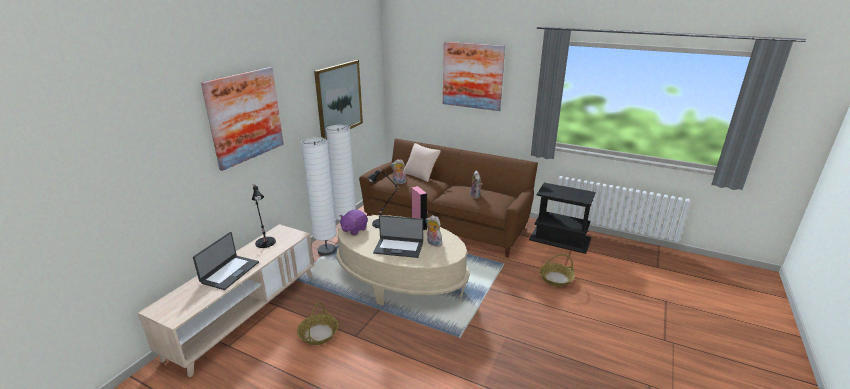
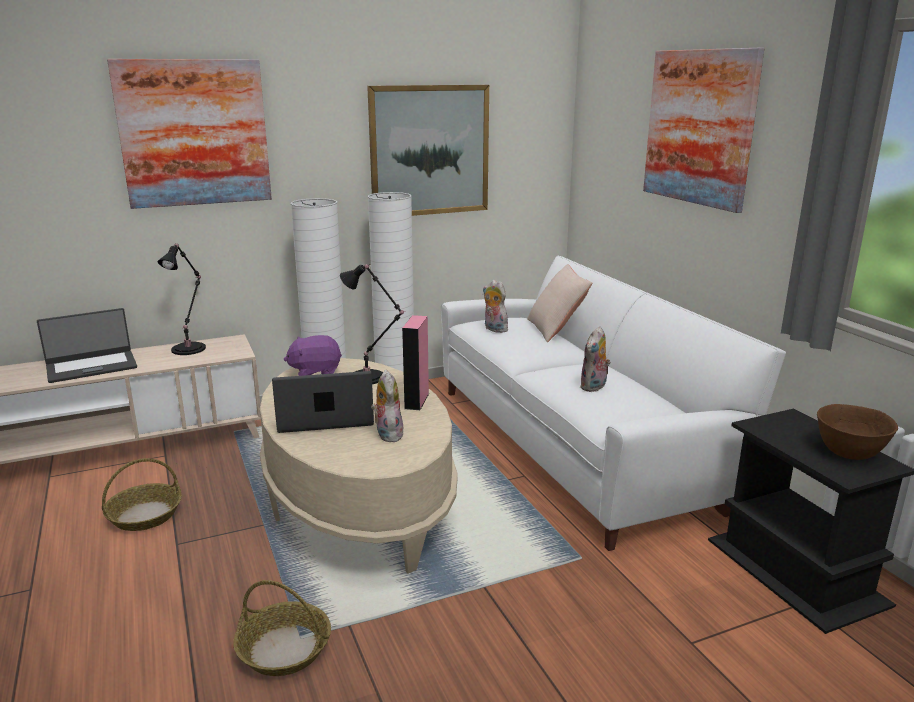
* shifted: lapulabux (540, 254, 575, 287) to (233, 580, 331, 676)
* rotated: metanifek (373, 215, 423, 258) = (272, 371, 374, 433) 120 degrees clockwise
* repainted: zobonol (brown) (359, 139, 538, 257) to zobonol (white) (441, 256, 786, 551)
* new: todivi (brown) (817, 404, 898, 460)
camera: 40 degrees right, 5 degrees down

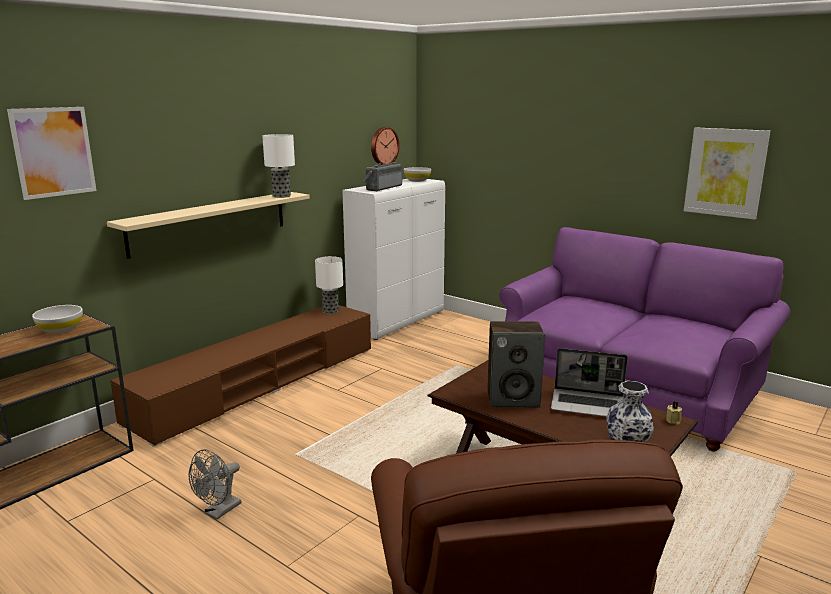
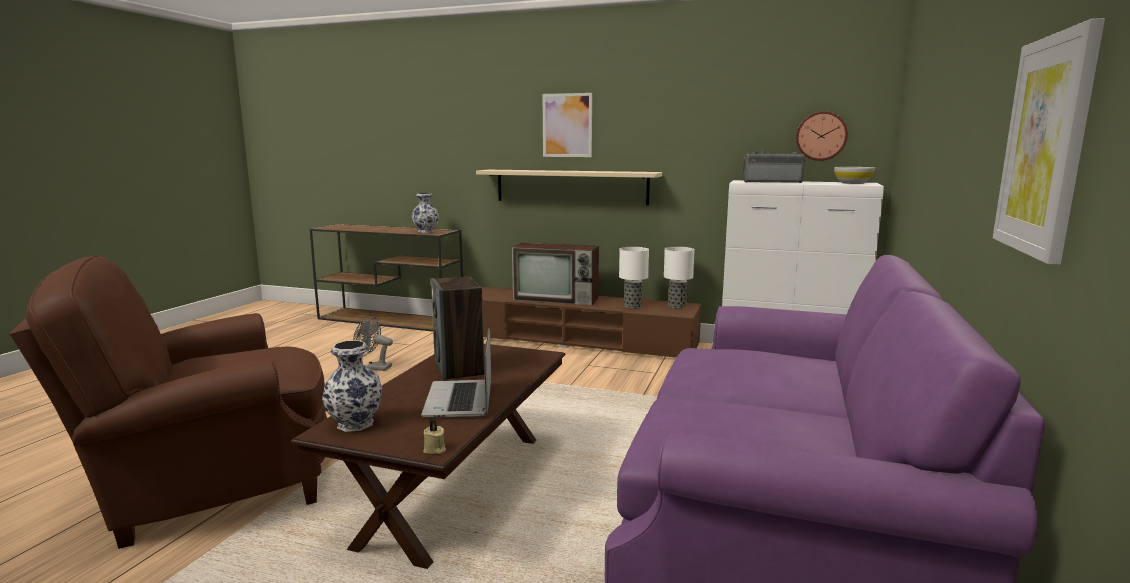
* swapped: todivi (white) (32, 305, 83, 334) to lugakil (412, 193, 439, 233)
* new: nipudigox (512, 243, 599, 306)
* shifted: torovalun (7, 107, 97, 200) to (543, 93, 592, 157)
* shifted: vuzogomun (262, 134, 295, 198) to (619, 247, 649, 309)
camera: 70 degrees right, 5 degrees down

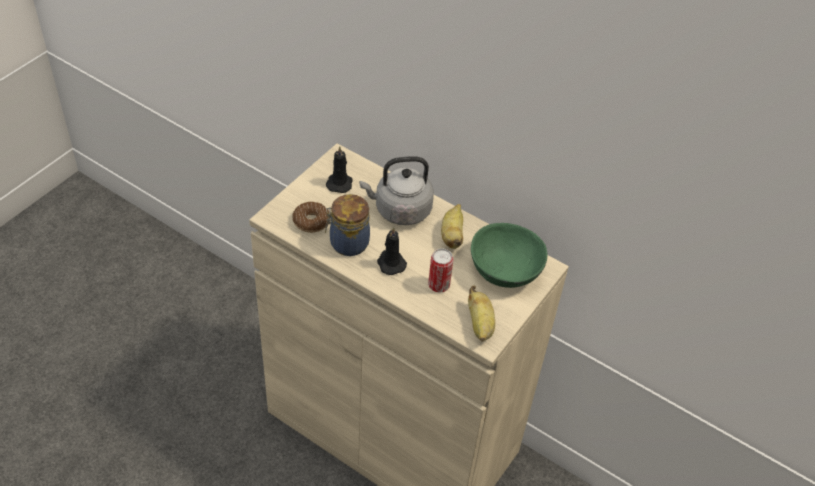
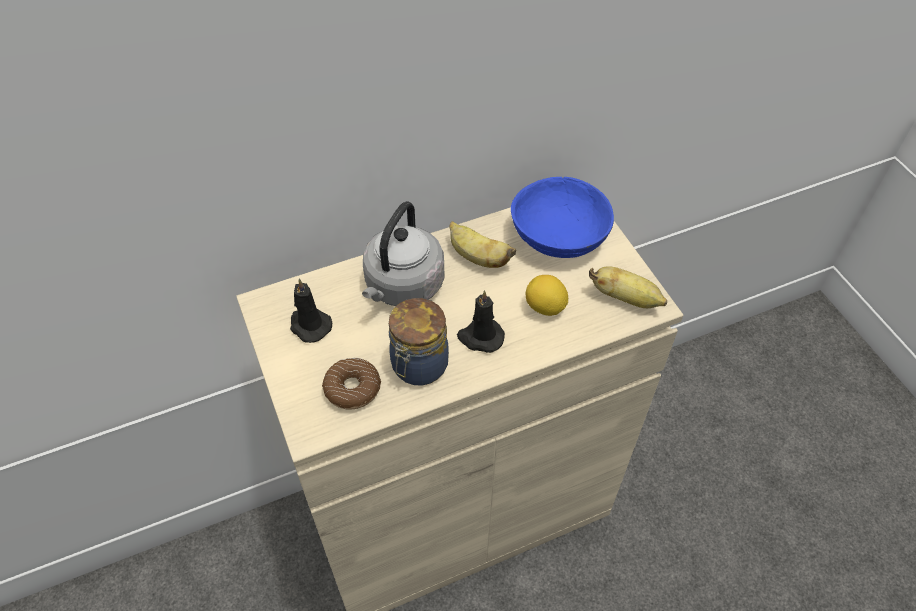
* repainted: todivi (green) (471, 223, 548, 288) to todivi (blue) (511, 177, 614, 258)
* swapped: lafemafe (428, 249, 453, 292) to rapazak (526, 275, 568, 316)
camera: 55 degrees left, 5 degrees up

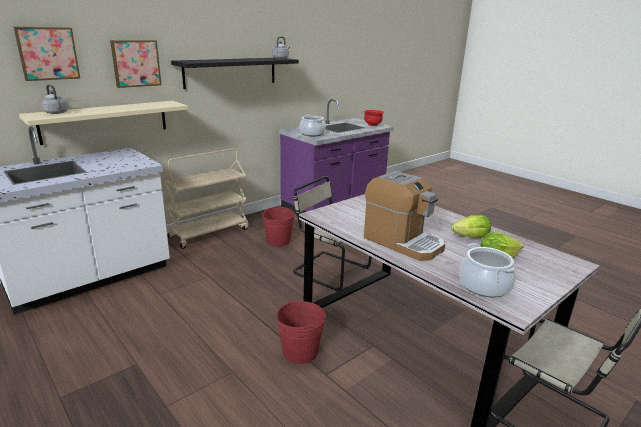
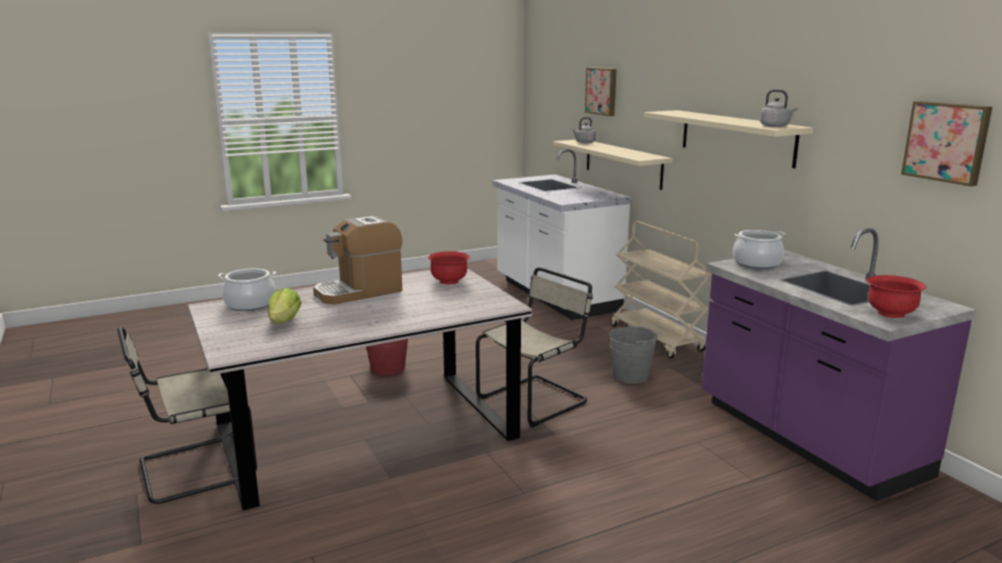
* new: todivi (red) (428, 251, 470, 285)
* repainted: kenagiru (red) (262, 207, 295, 246) to kenagiru (grey) (609, 324, 658, 384)
* repainted: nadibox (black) (171, 58, 299, 89) to nadibox (beige) (644, 110, 813, 168)
* shifted: torovalun (110, 40, 161, 88) to (901, 101, 992, 186)
* gone: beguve (451, 215, 491, 238)
camera: 105 degrees right, 5 degrees down

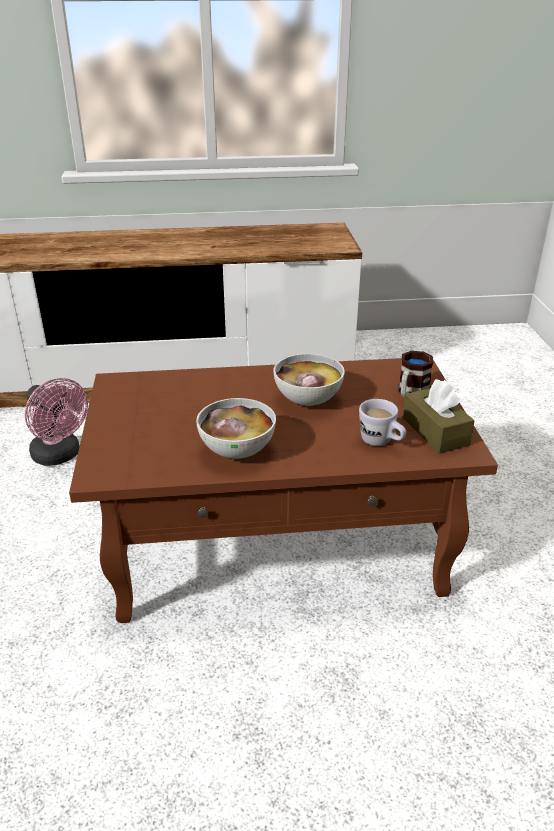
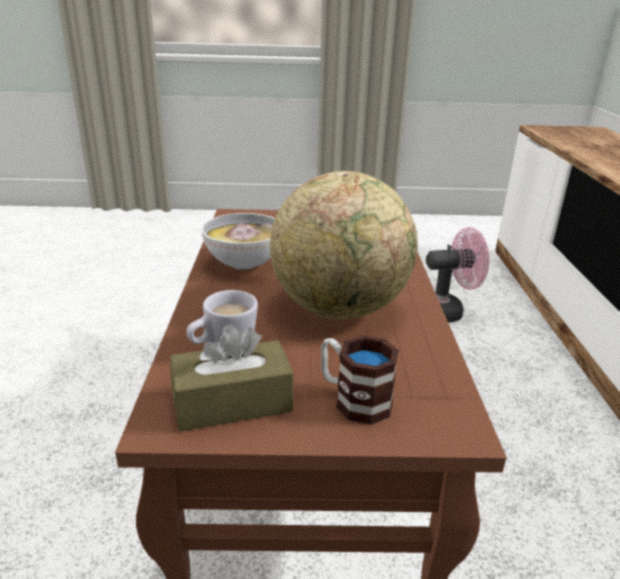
* swapped: todivi (273, 354, 345, 406) to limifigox (270, 171, 418, 319)
* rotated: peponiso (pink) (25, 378, 88, 466) = (426, 227, 489, 323) 150 degrees counterclockwise
camera: 95 degrees right, 5 degrees down

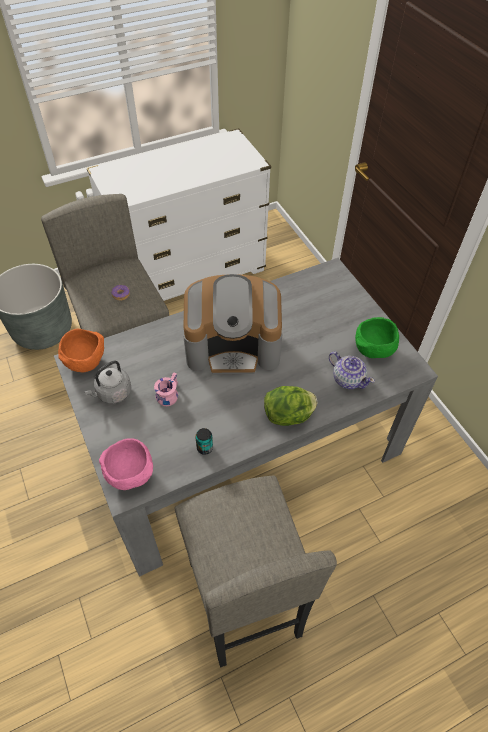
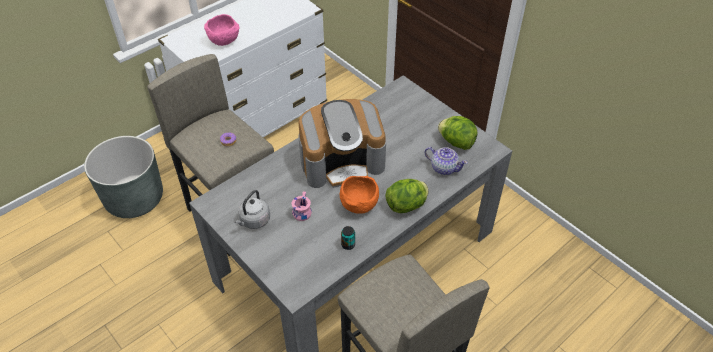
* shifted: todivi (pink) (99, 438, 153, 490) to (204, 14, 239, 46)
* shifted: todivi (orange) (58, 329, 104, 372) to (340, 176, 379, 214)
* swapped: todivi (green) (355, 317, 399, 358) to beguve (438, 116, 478, 150)
camera: 15 degrees left, 5 degrees down

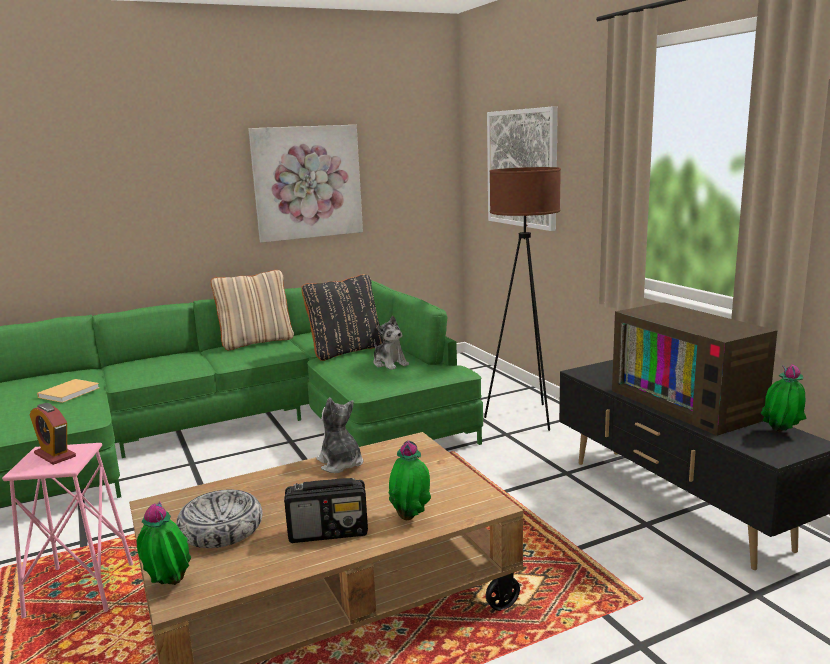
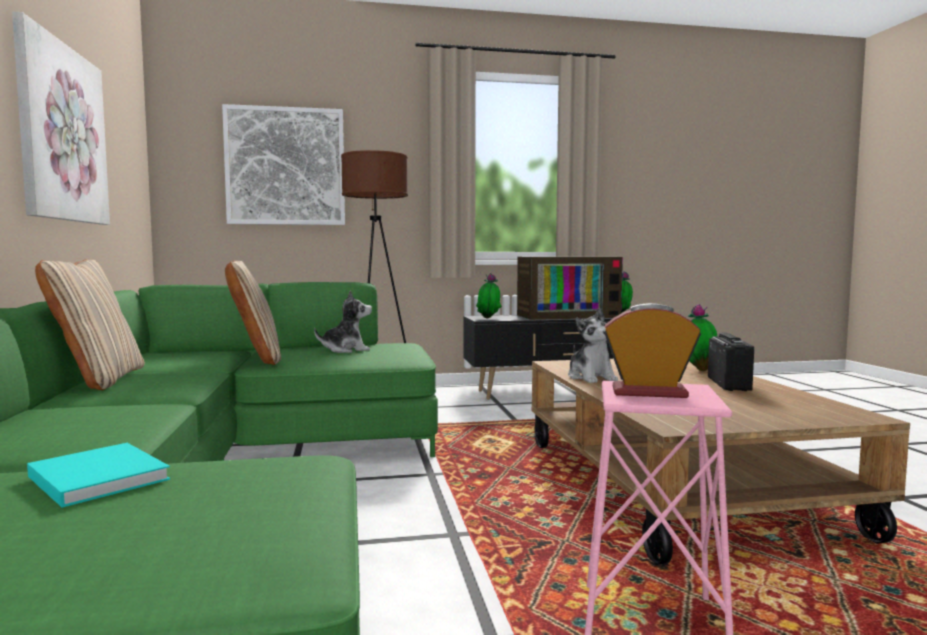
* repainted: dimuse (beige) (37, 379, 100, 403) to dimuse (turquoise) (27, 443, 170, 507)
* repainted: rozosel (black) (301, 274, 384, 361) to rozosel (beige) (225, 261, 281, 365)
* shifted: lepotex (137, 501, 191, 585) to (476, 273, 502, 318)
* rotated: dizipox (316, 398, 363, 473) = (568, 308, 618, 383) 90 degrees counterclockwise
* rotated: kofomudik (29, 403, 76, 465) = (604, 303, 701, 398) 135 degrees counterclockwise
* gone: todivi (176, 490, 262, 548)
camera: 75 degrees left, 10 degrees down

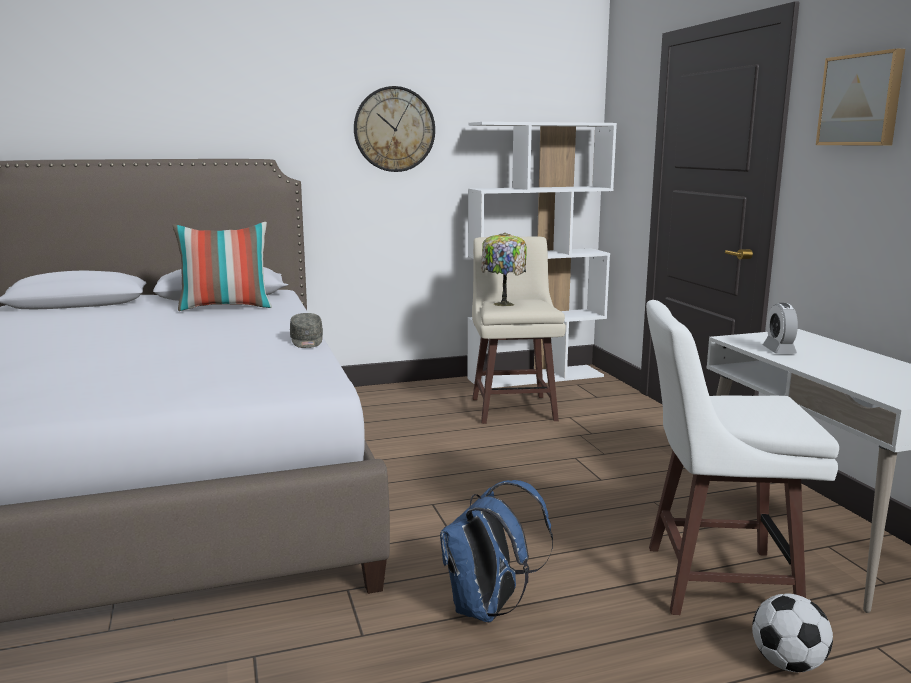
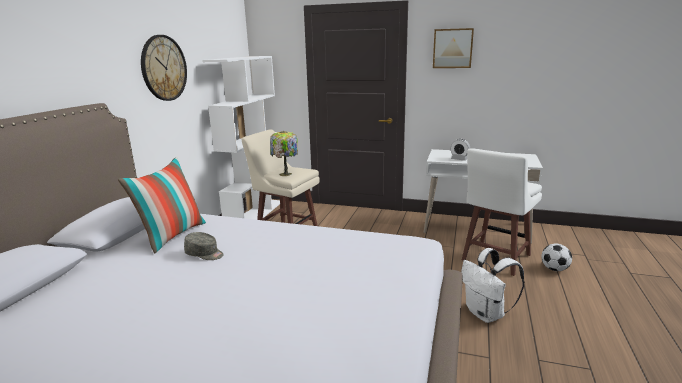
* shifted: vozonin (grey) (290, 313, 323, 348) to (184, 232, 224, 260)
* repainted: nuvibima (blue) (440, 480, 553, 623) to nuvibima (white) (461, 248, 524, 323)
camera: 55 degrees left, 5 degrees up

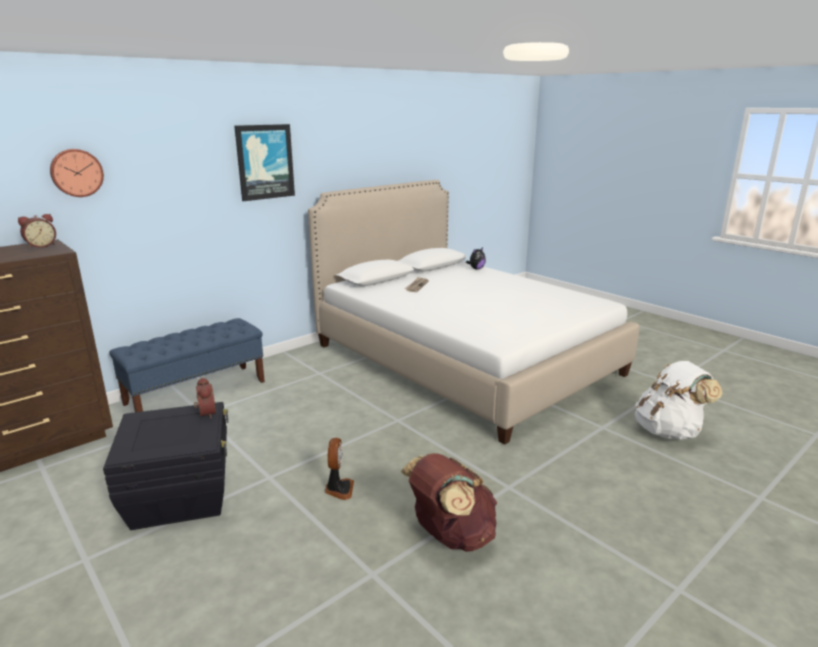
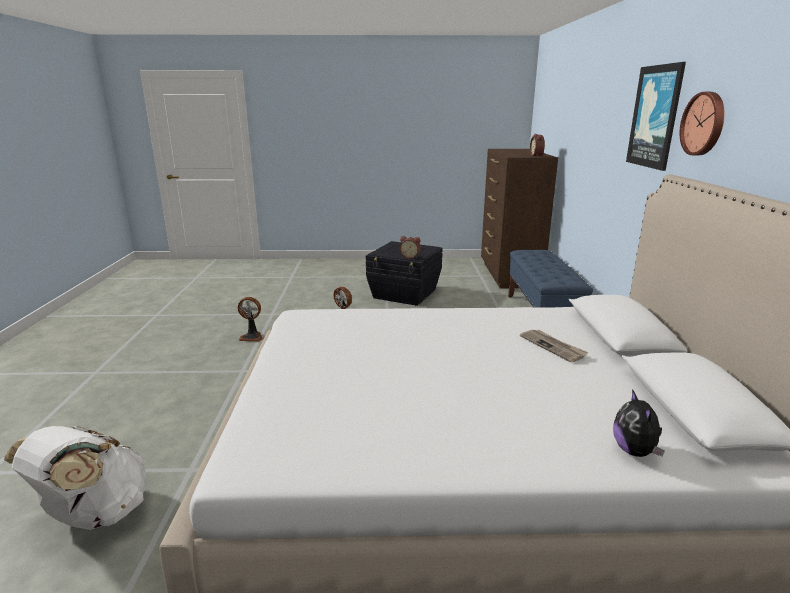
* swapped: nuvibima (brown) (400, 453, 497, 552) to peponiso (238, 297, 262, 341)
* shifted: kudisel (50, 149, 104, 197) to (680, 92, 724, 155)
camera: 130 degrees right, 0 degrees up

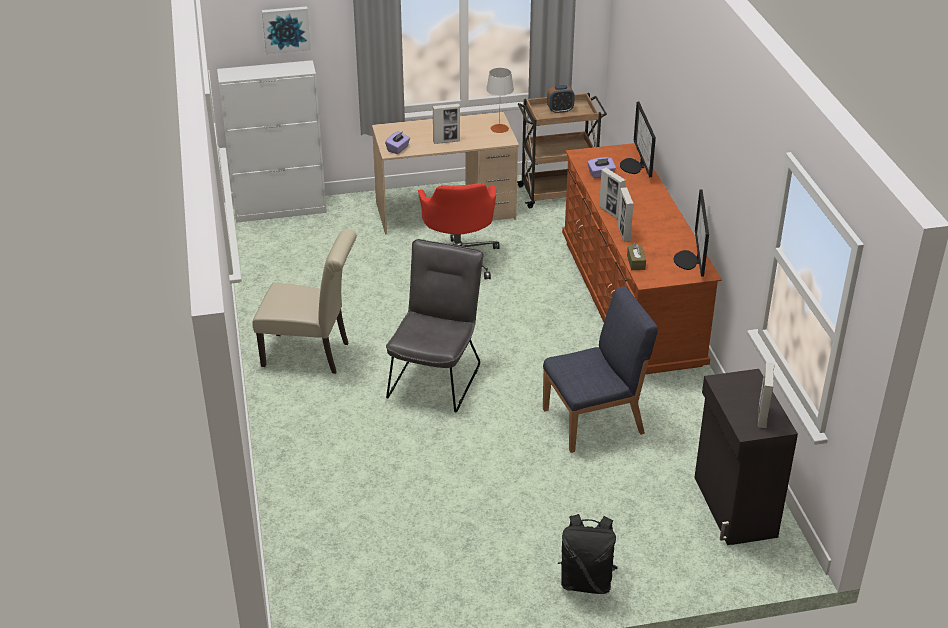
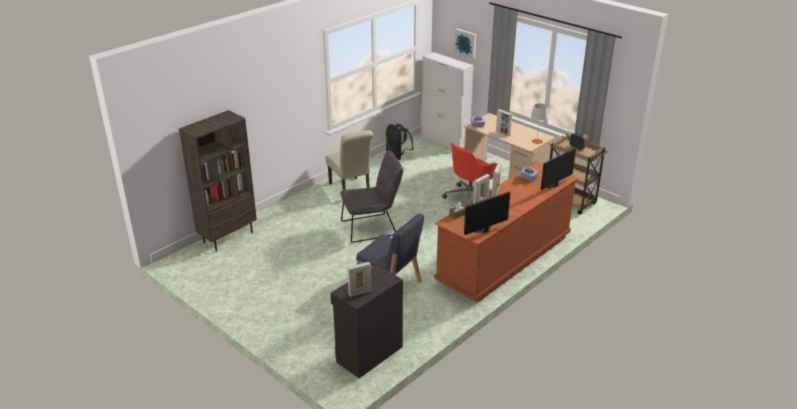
* new: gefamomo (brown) (179, 110, 257, 251)
* shifted: nuvibima (black) (558, 514, 618, 594) to (386, 124, 414, 160)
camera: 55 degrees right, 5 degrees down

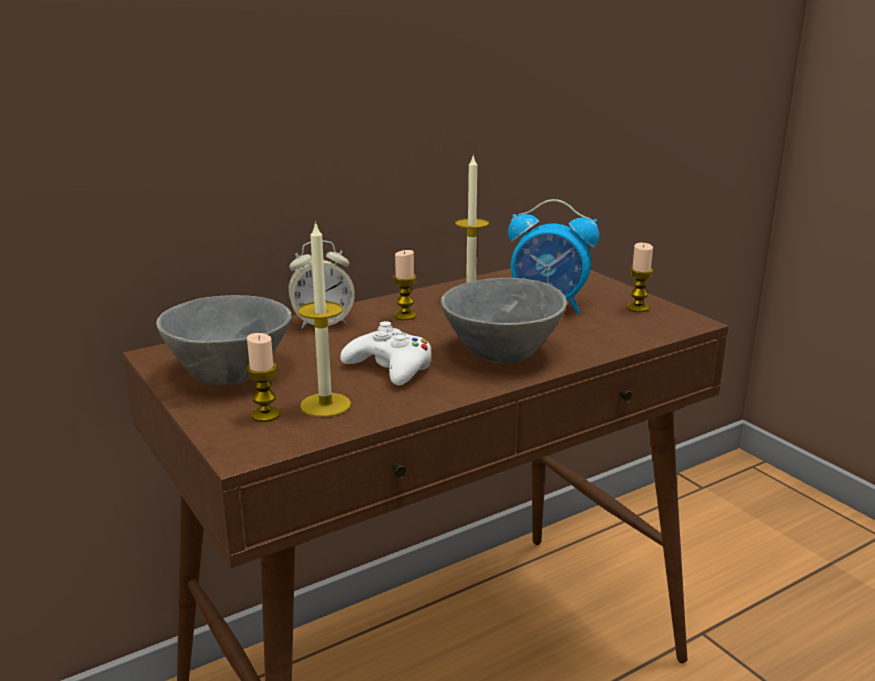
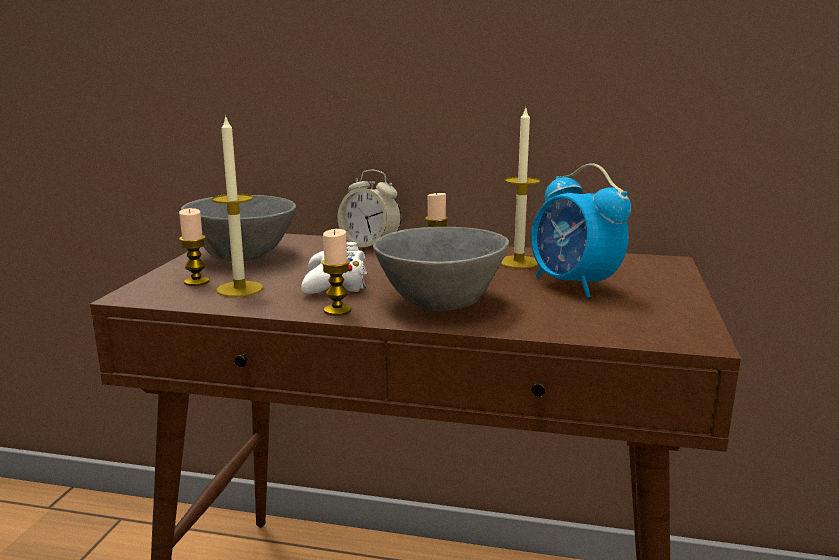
* shifted: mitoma (627, 243, 653, 312) to (321, 229, 351, 316)
camera: 45 degrees right, 5 degrees down

